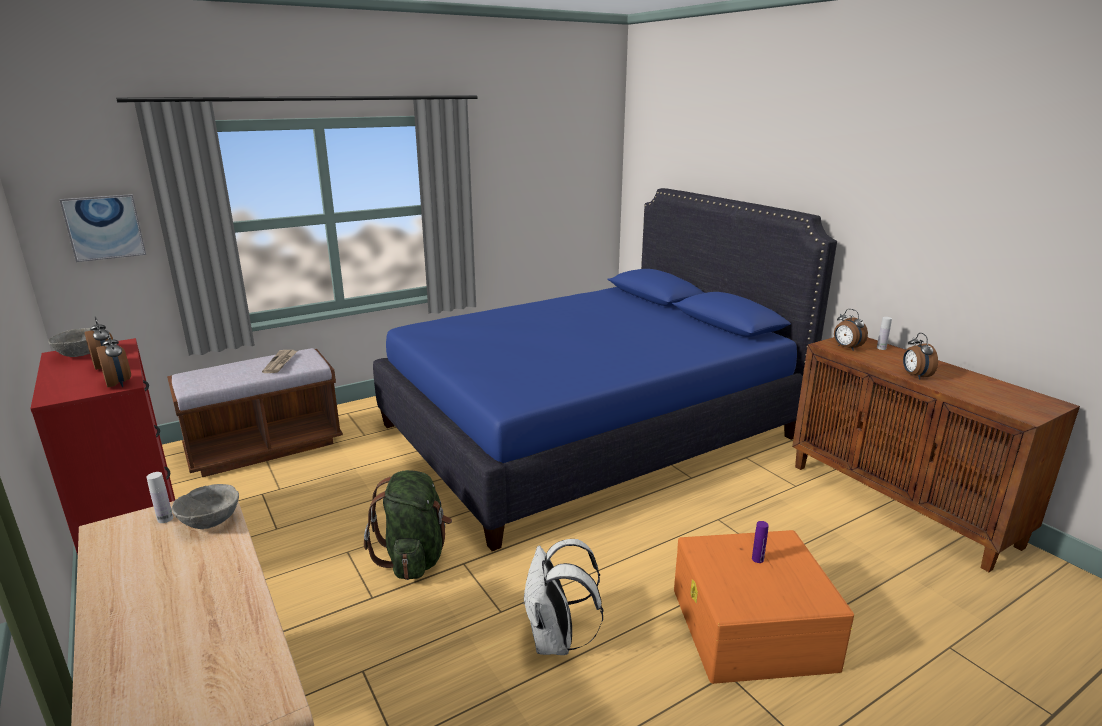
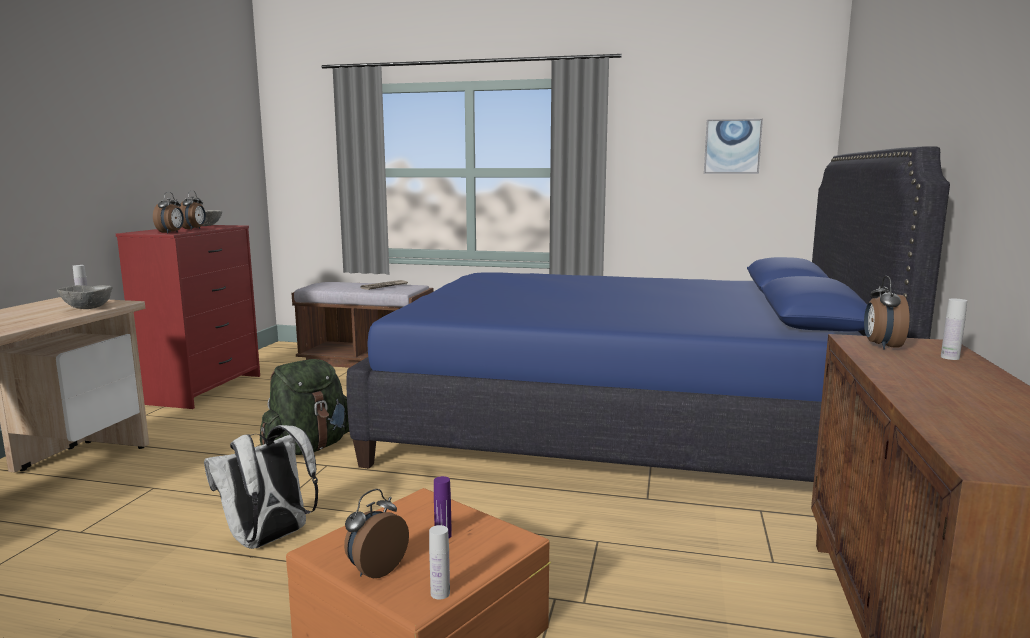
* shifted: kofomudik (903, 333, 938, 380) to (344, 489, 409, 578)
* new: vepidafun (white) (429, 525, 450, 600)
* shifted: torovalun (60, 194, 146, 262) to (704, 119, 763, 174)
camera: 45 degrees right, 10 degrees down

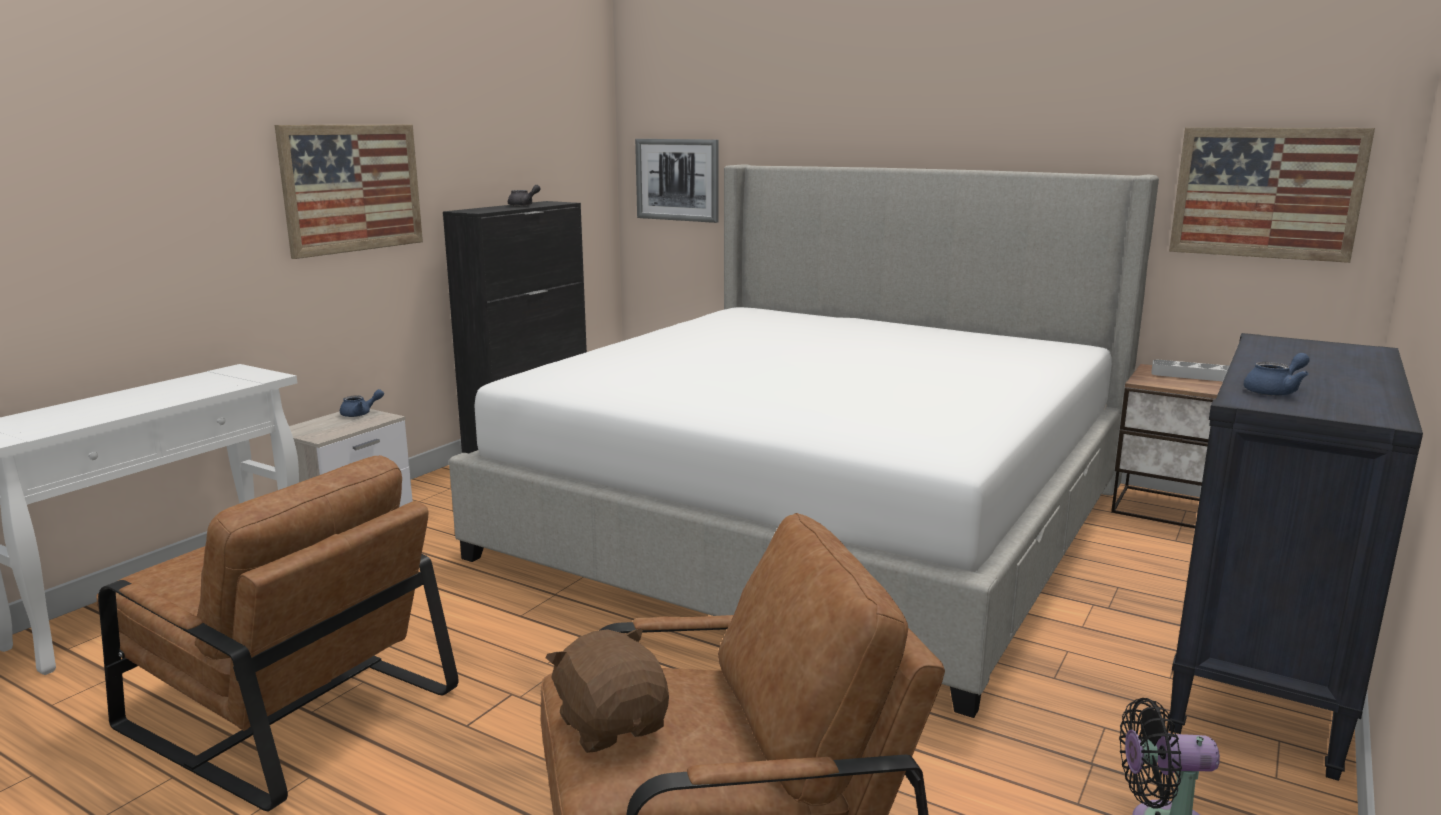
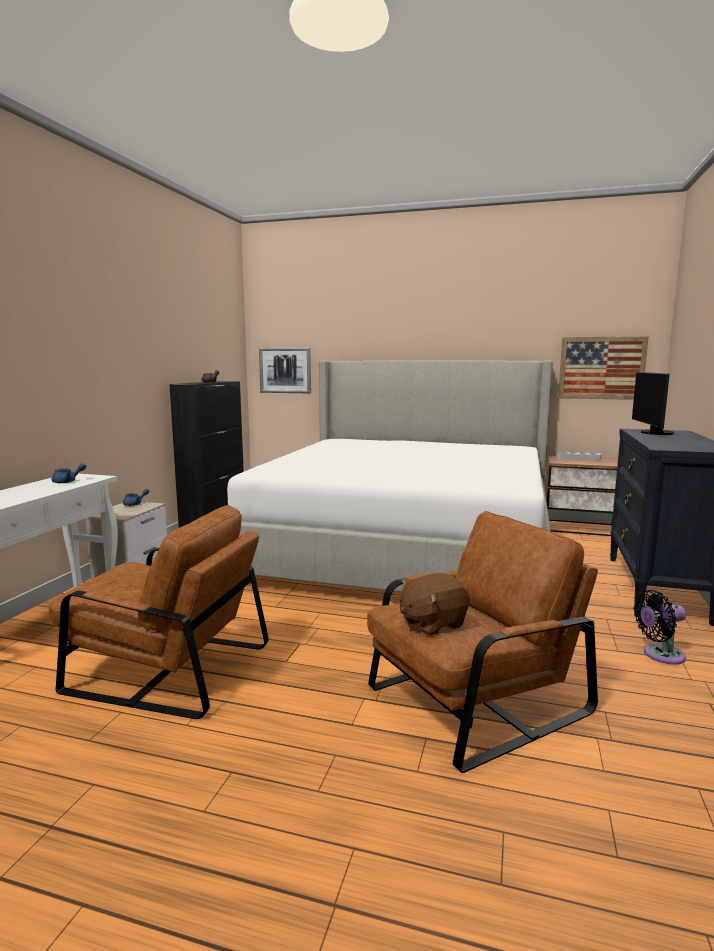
* shifted: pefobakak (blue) (1244, 353, 1310, 396) to (52, 463, 86, 483)
* rotated: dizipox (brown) (546, 628, 669, 753) = (400, 573, 470, 636) 75 degrees counterclockwise
* new: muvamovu (632, 372, 674, 435)
* gone: torovalun (275, 125, 423, 259)
camera: 15 degrees left, 5 degrees down

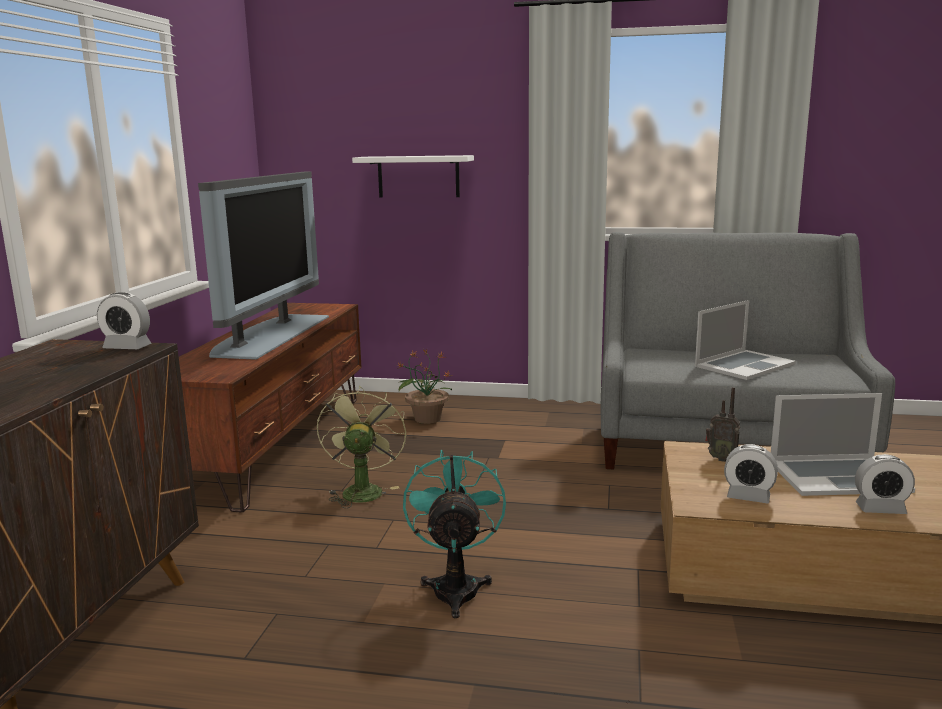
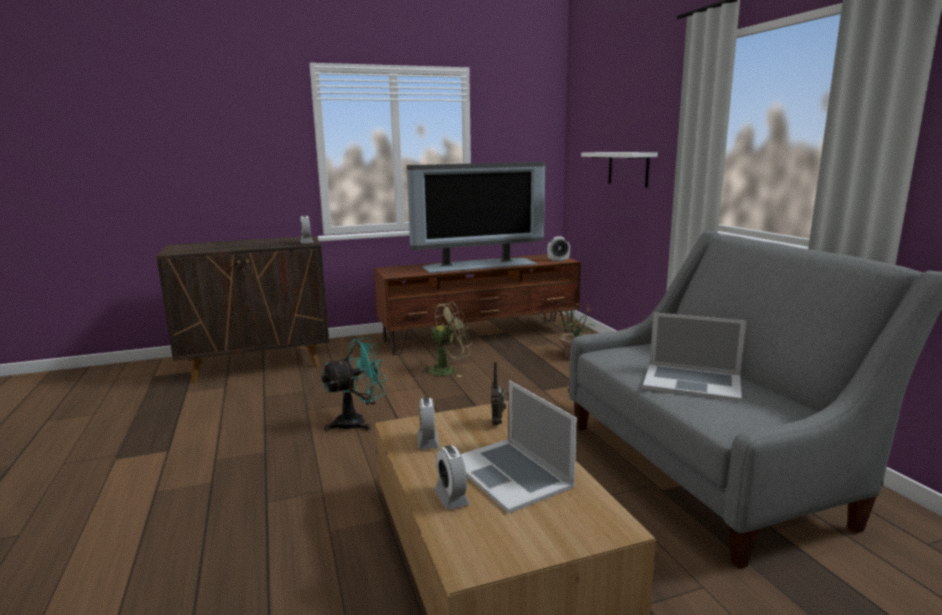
* new: kofomudik (547, 236, 570, 262)
camera: 60 degrees right, 0 degrees up

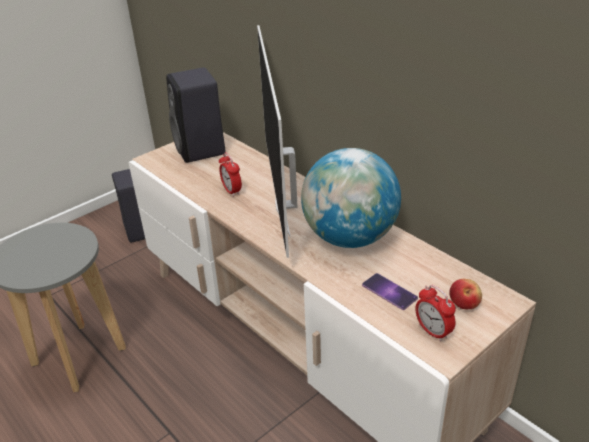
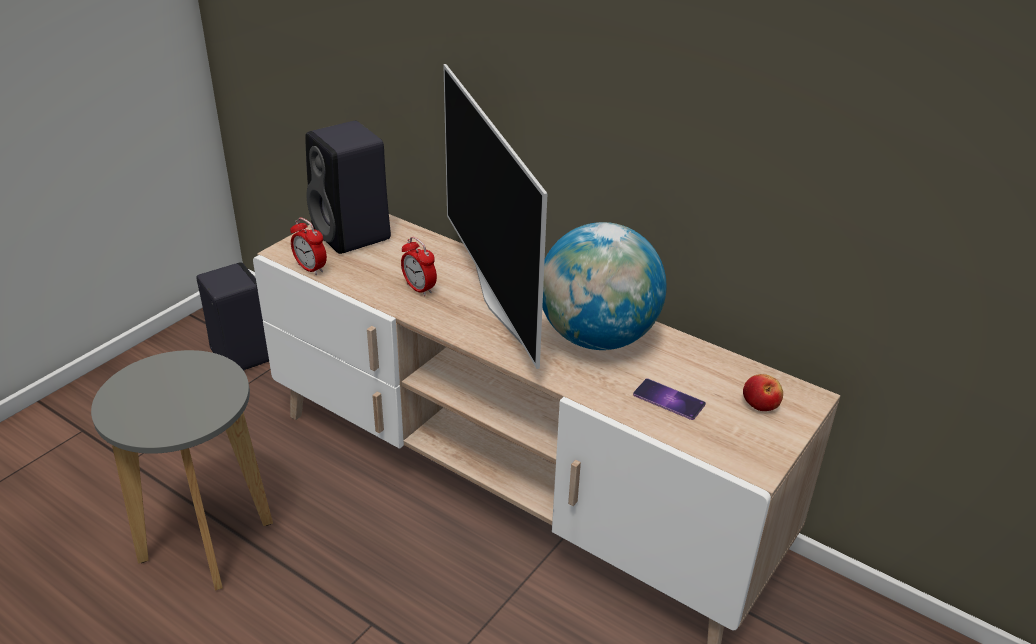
* shifted: kofomudik (415, 285, 456, 342) to (290, 218, 327, 275)
camera: 15 degrees left, 0 degrees up

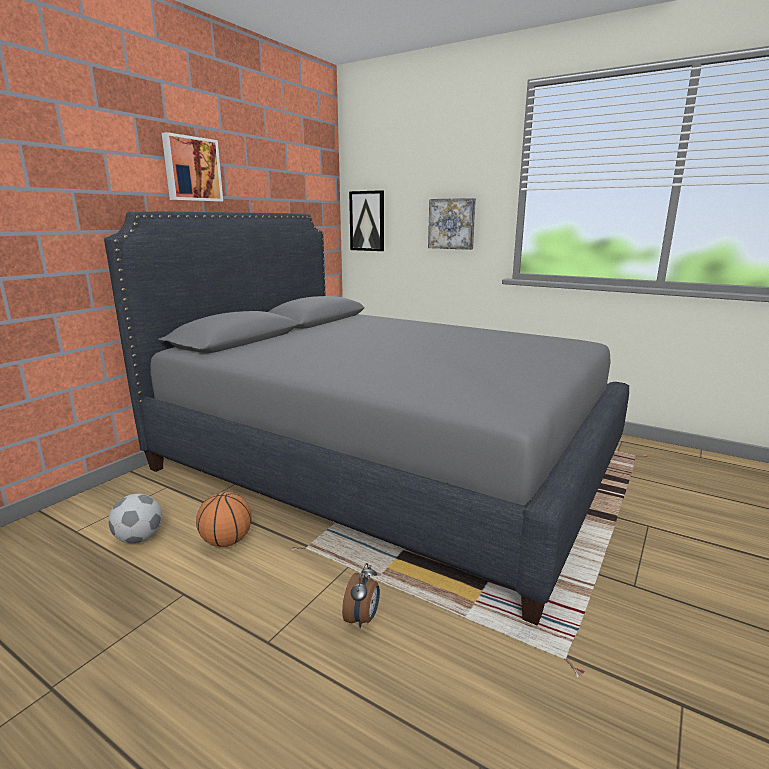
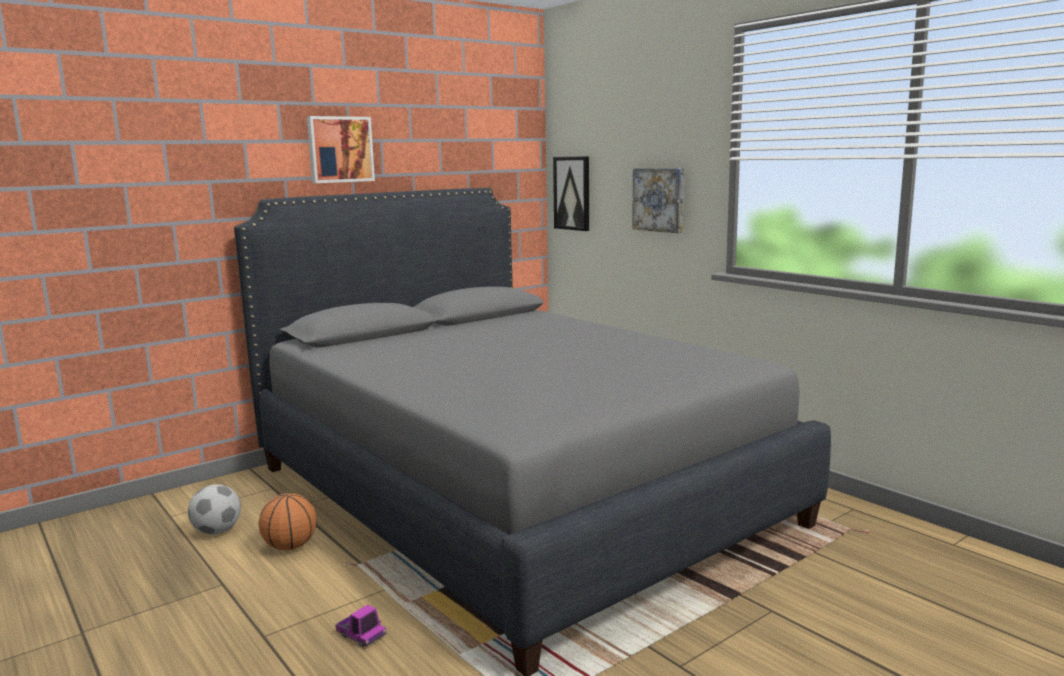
* swapped: kofomudik (342, 563, 380, 628) to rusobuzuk (335, 605, 386, 647)
camera: 20 degrees right, 5 degrees down

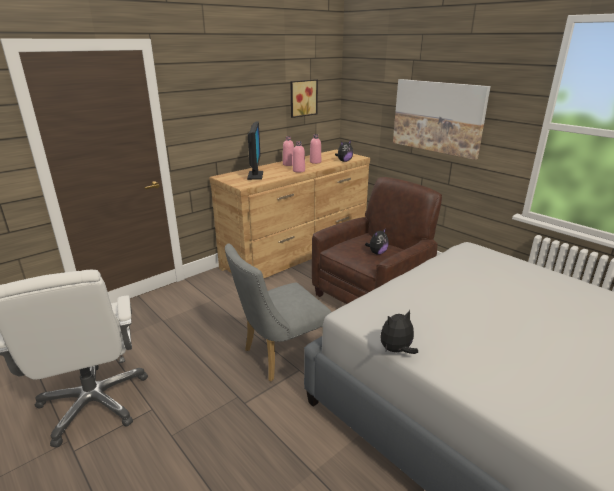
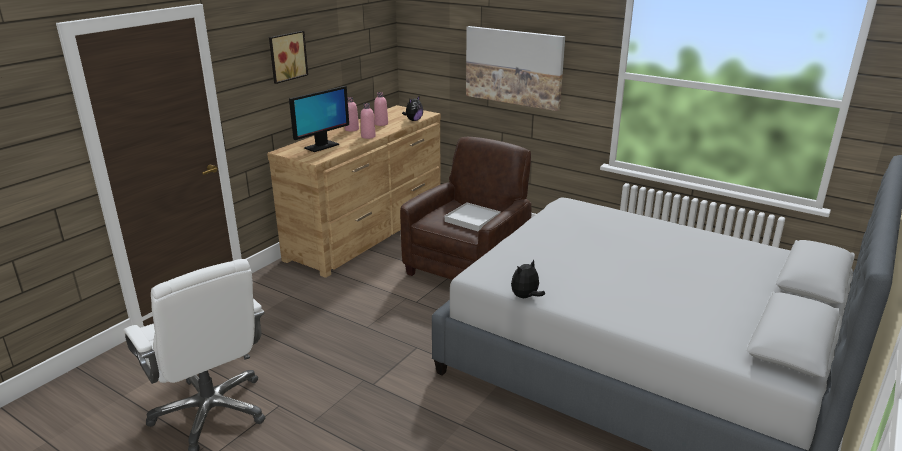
* shifted: torovalun (290, 79, 318, 118) to (269, 31, 308, 84)
* rotated: muvamovu (247, 121, 263, 180) = (289, 86, 349, 152) 60 degrees clockwise
* swapped: dizipox (365, 228, 389, 255) to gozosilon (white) (444, 203, 501, 231)
* gone: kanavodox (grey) (225, 244, 331, 382)
camera: 15 degrees left, 0 degrees up

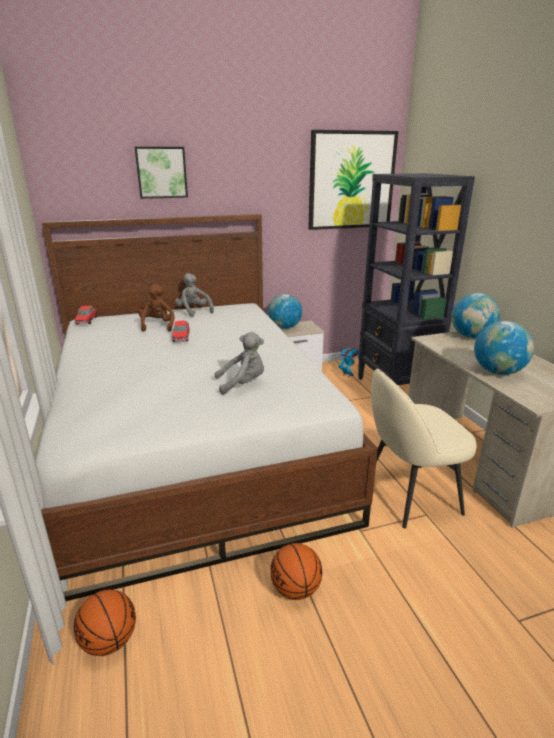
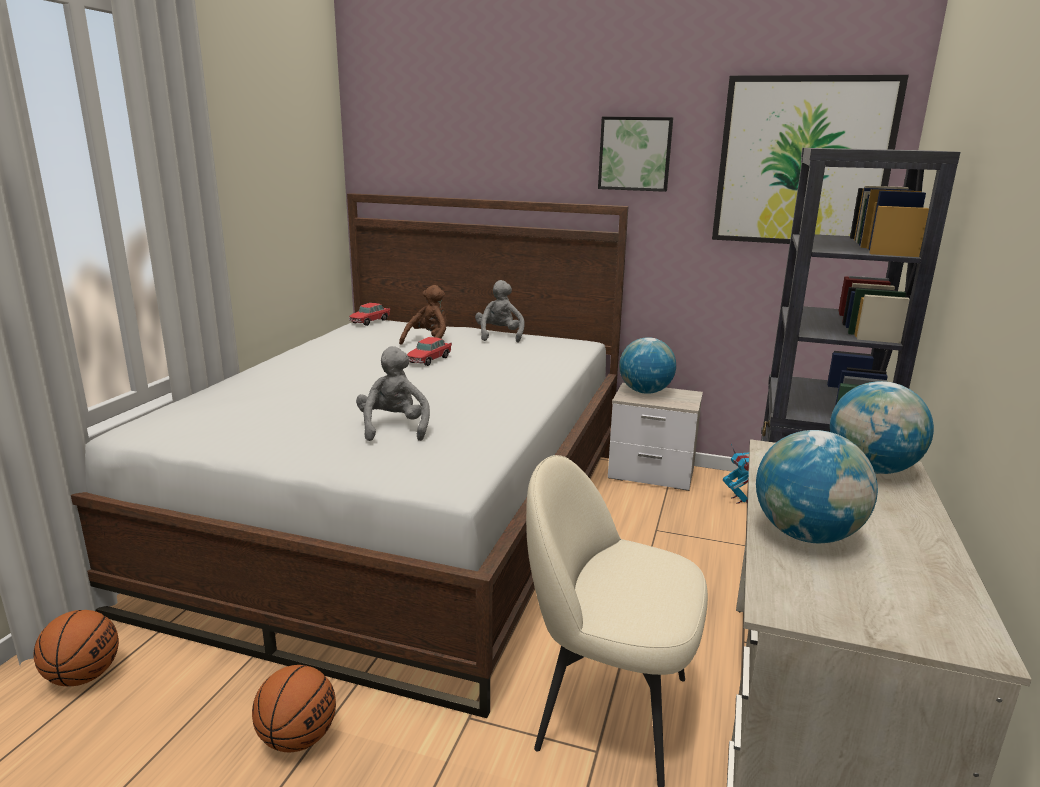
* rotated: dizipox (grey) (215, 332, 264, 395) = (356, 346, 430, 441) 120 degrees counterclockwise
* shifted: torovalun (135, 147, 188, 199) to (598, 117, 673, 192)
camera: 35 degrees right, 5 degrees down

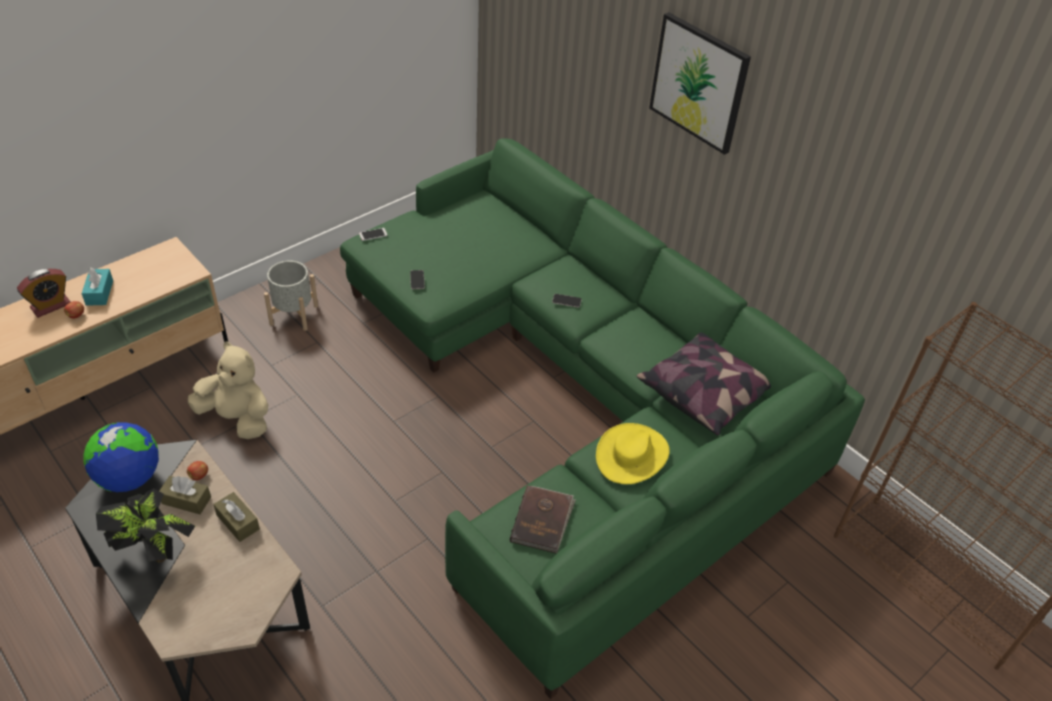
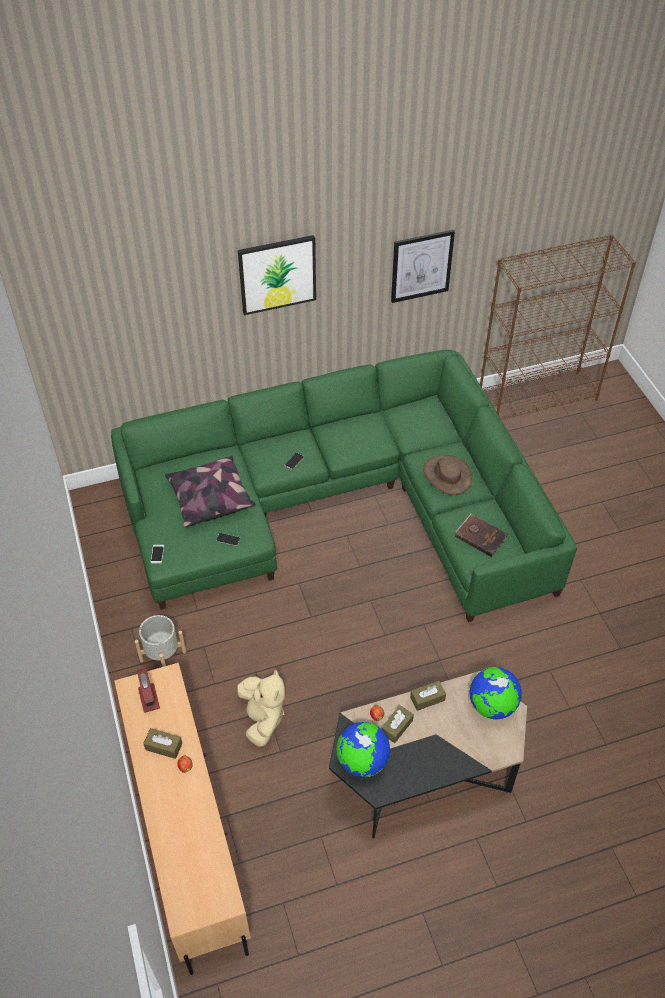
* shifted: kofomudik (17, 269, 70, 318) to (137, 668, 160, 713)
* repainted: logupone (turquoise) (82, 267, 113, 306) to logupone (brown) (143, 728, 182, 759)
* shifted: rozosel (637, 332, 771, 435) to (165, 455, 256, 527)
* rotated: dizipox (beige) (188, 342, 268, 439) = (237, 669, 285, 747) 120 degrees clockwise
* new: torovalun (391, 230, 455, 303)
* repainted: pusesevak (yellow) (596, 423, 670, 484) to pusesevak (brown) (423, 455, 472, 495)
* new: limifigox (470, 667, 522, 720)
* gone: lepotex (96, 488, 195, 563)
camera: 65 degrees left, 5 degrees up

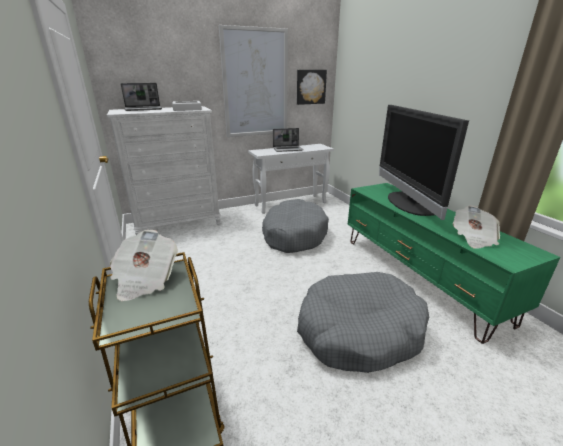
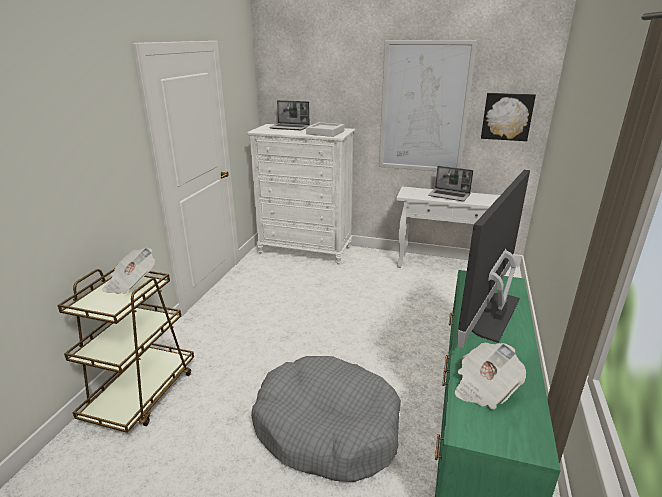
* gone: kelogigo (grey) (262, 199, 329, 253)
camera: 40 degrees right, 0 degrees up

